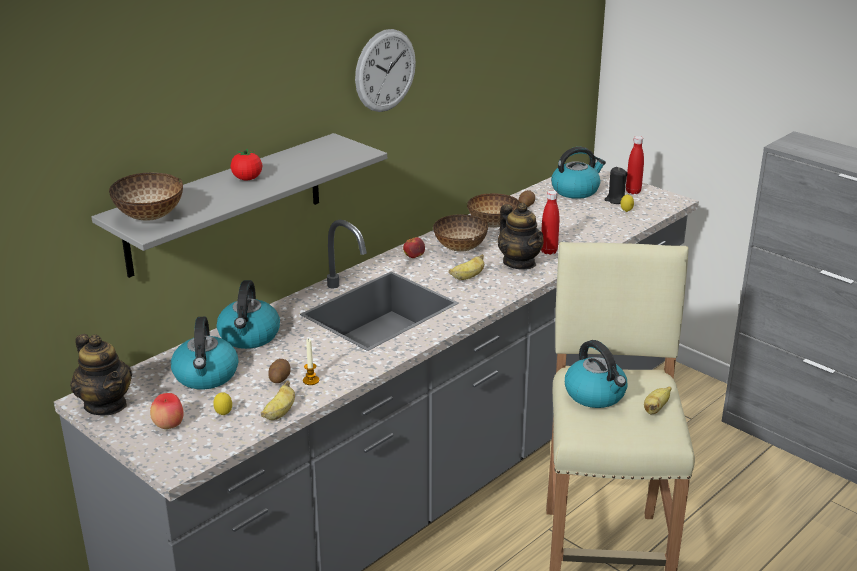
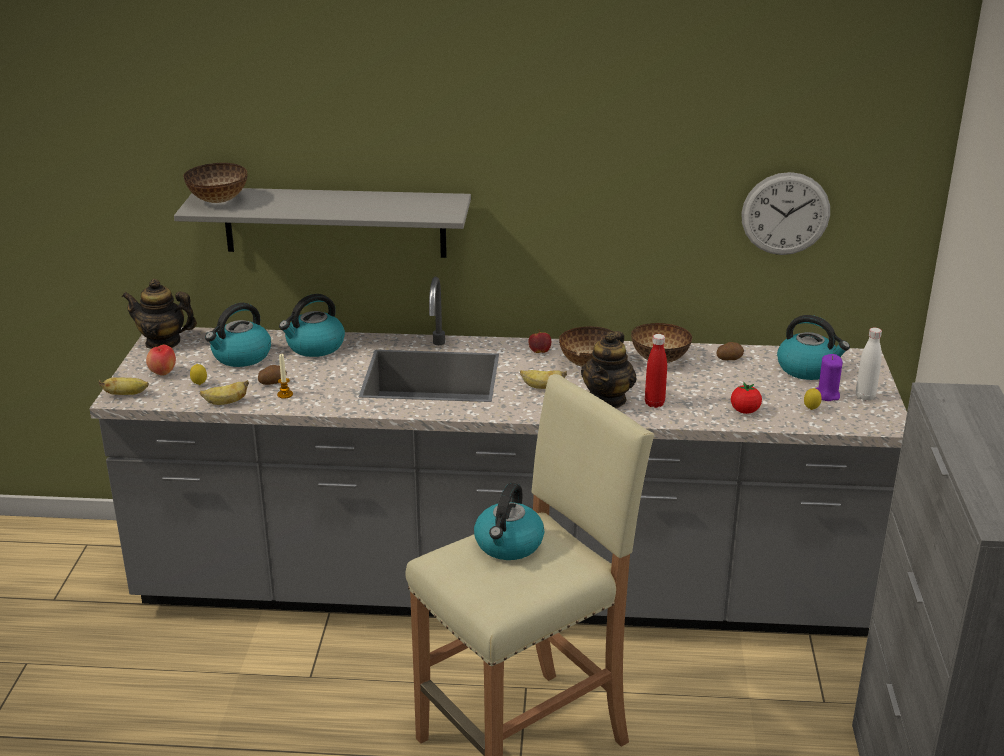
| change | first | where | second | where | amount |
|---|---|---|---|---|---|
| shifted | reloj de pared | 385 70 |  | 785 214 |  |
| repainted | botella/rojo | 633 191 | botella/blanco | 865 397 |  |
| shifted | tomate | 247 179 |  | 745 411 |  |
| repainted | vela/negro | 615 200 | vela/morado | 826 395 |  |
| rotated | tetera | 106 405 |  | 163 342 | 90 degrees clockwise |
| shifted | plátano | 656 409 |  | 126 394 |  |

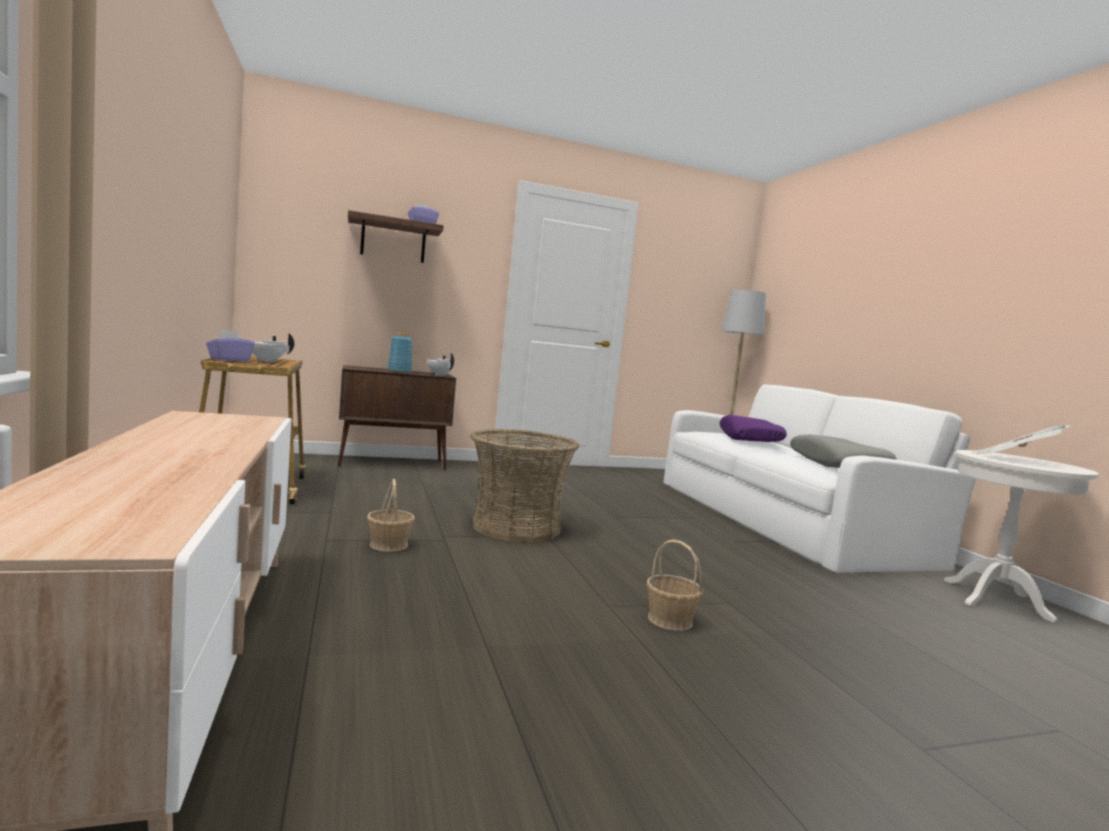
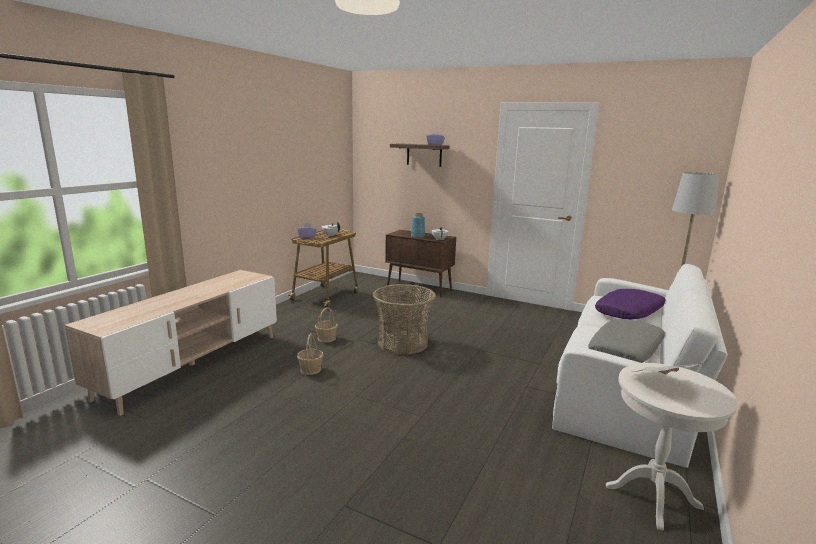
| change | first | where | second | where | amount |
|---|---|---|---|---|---|
| shifted | cesta | 670 620 |  | 310 369 |  |

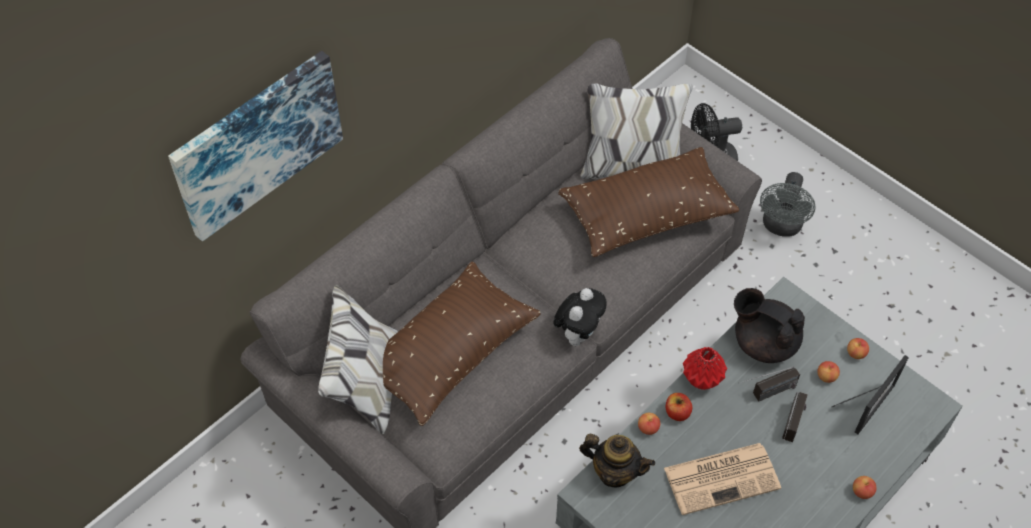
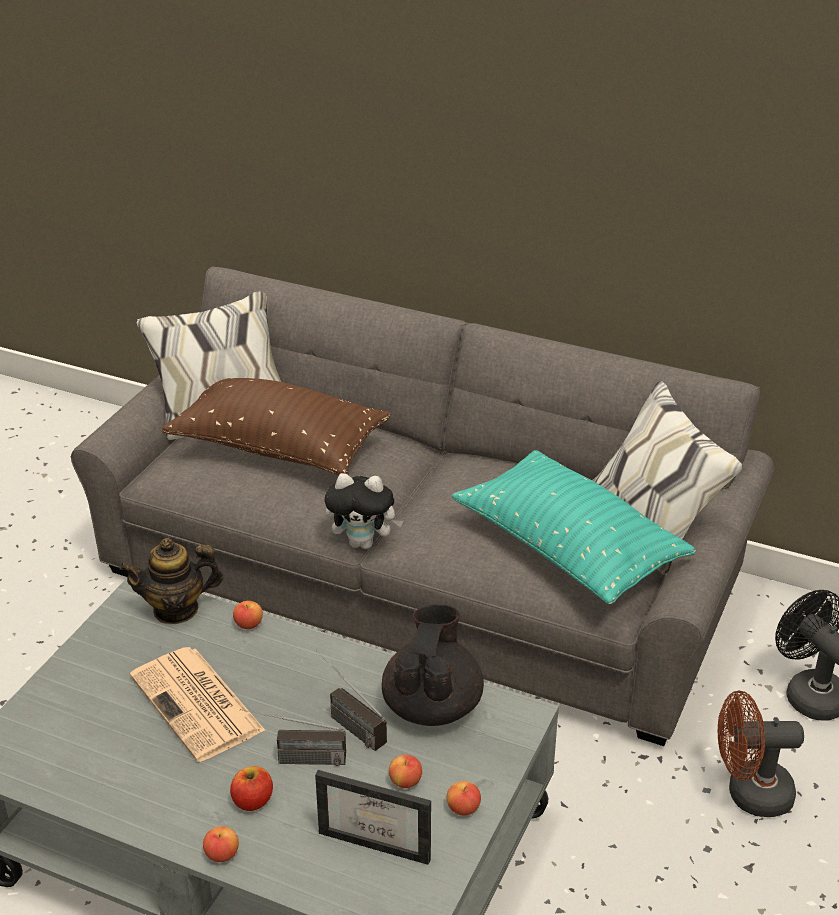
| change | first | where | second | where | amount |
|---|---|---|---|---|---|
| gone | cuadro | 256 143 |  |  |  |
| repainted | cojín/marrón | 646 215 | cojín/turquesa | 568 548 |  |
| repainted | ventilador/gris | 781 227 | ventilador/marrón | 749 794 |  |
| gone | florero/rojo | 701 379 |  |  |  |
| shifted | manzana | 677 412 |  | 252 801 |  |
| rotated | tetera | 615 472 |  | 176 609 | 75 degrees clockwise |

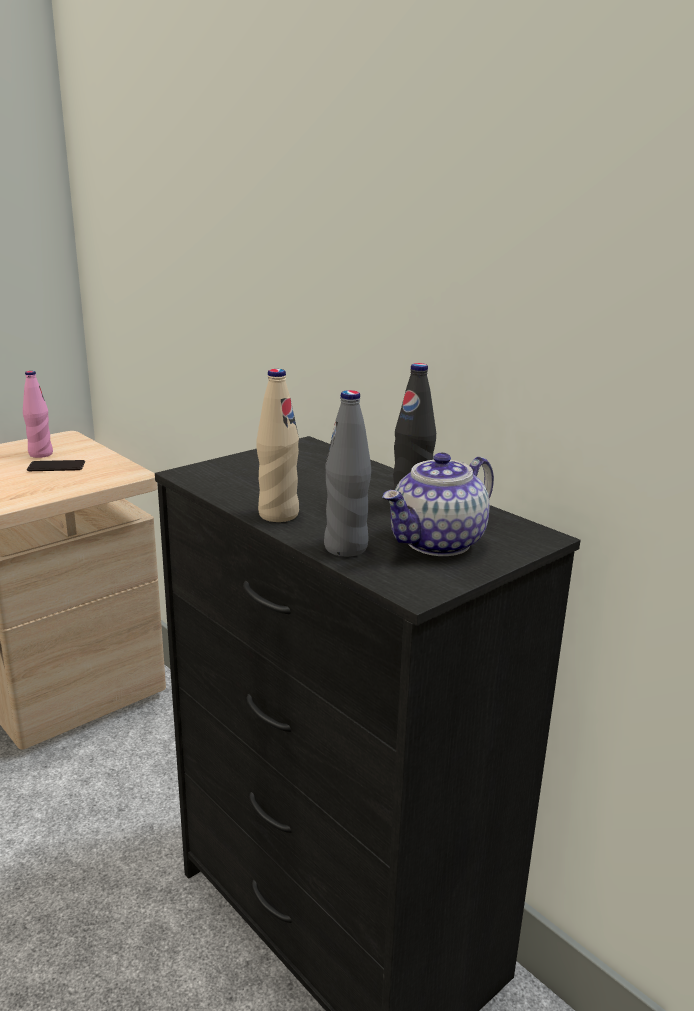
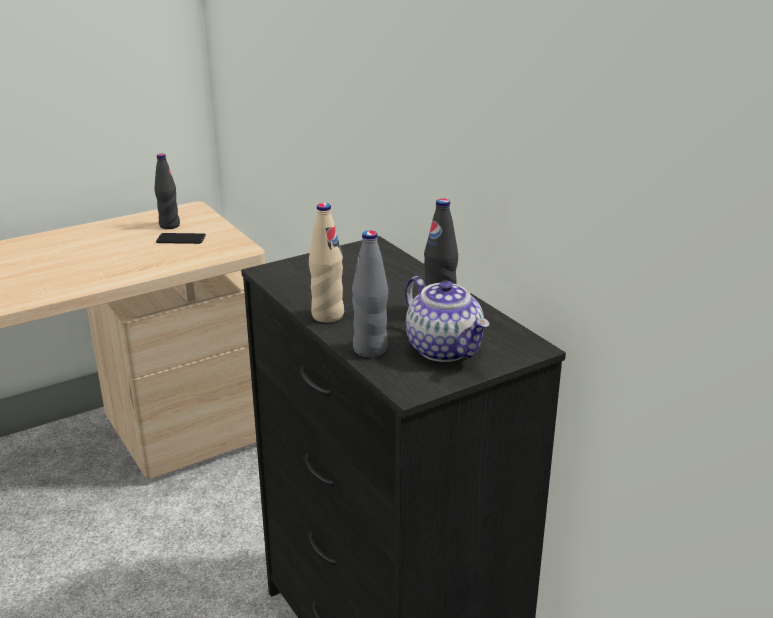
| change | first | where | second | where | amount |
|---|---|---|---|---|---|
| repainted | botella/rosa | 40 454 | botella/negro | 169 225 |  |
| rotated | tetera | 438 543 |  | 445 349 | 90 degrees counterclockwise |

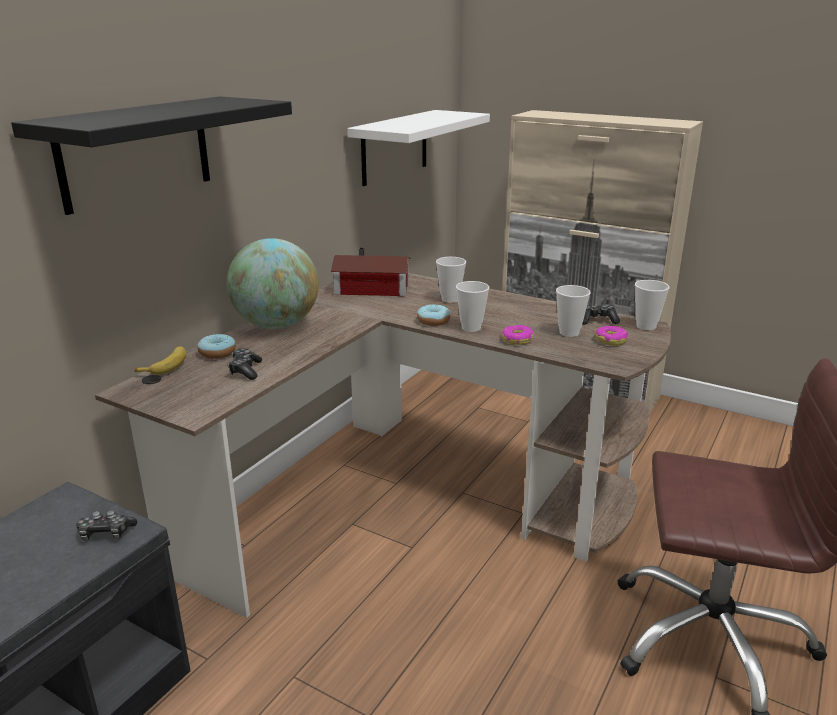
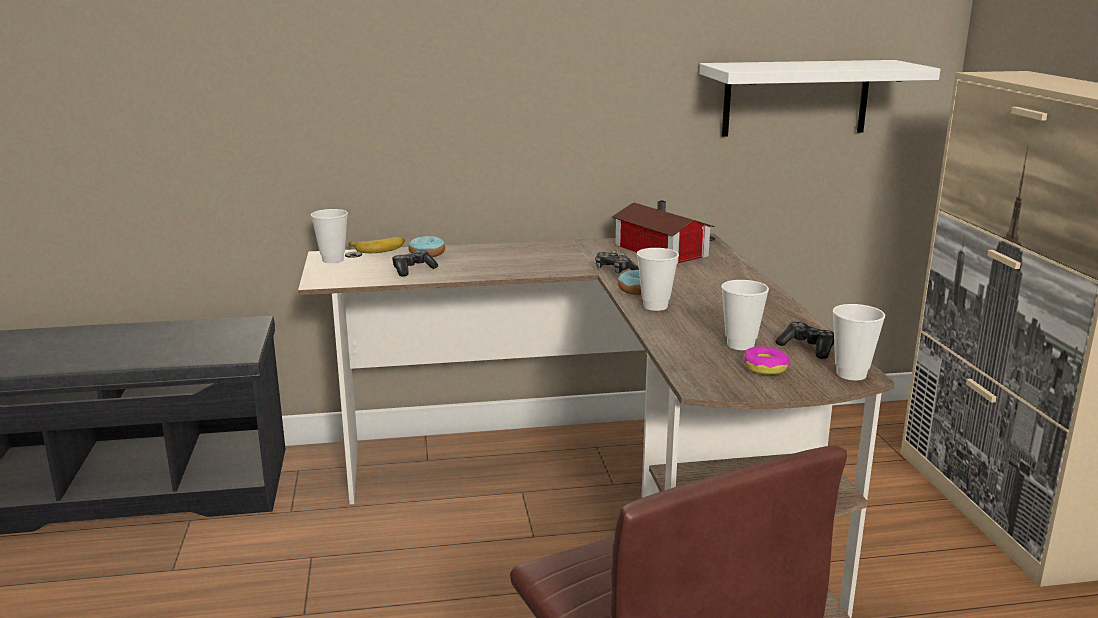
| change | first | where | second | where | amount |
|---|---|---|---|---|---|
| gone | estante/negro | 136 152 |  |  |  |
| gone | globo terráqueo | 276 325 |  |  |  |
| shifted | taza | 450 299 |  | 333 260 |  |
| gone | rosquilla | 517 340 |  |  |  |
| shifted | mando de consola | 106 533 |  | 615 271 |  |

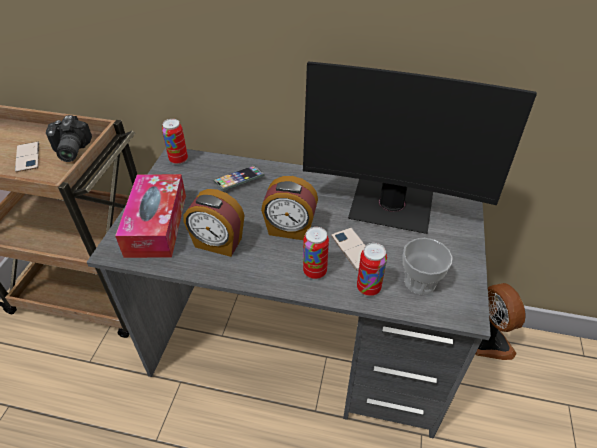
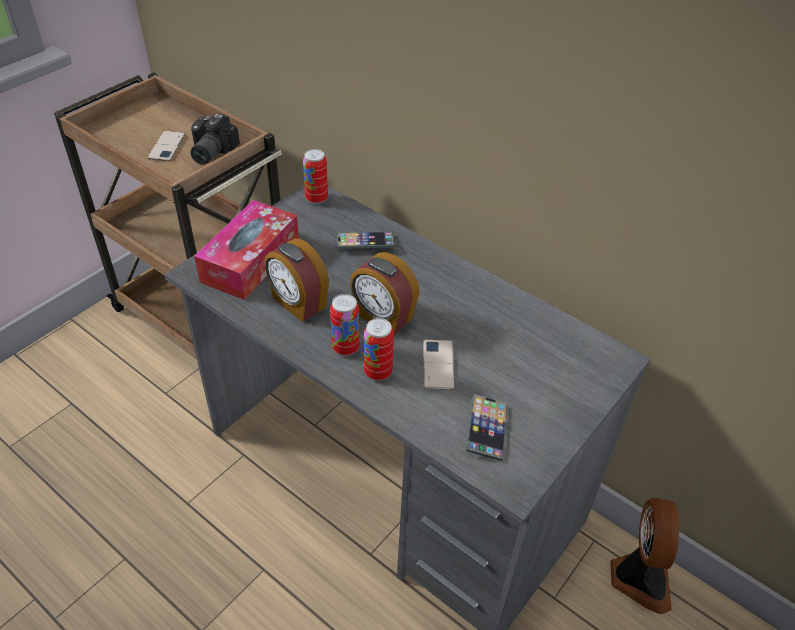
| change | first | where | second | where | amount |
|---|---|---|---|---|---|
| gone | monitor | 391 207 |  |  |  |
| swapped | taza | 420 282 | móvil | 486 430 |  |
| shifted | lata | 368 288 |  | 345 347 |  |

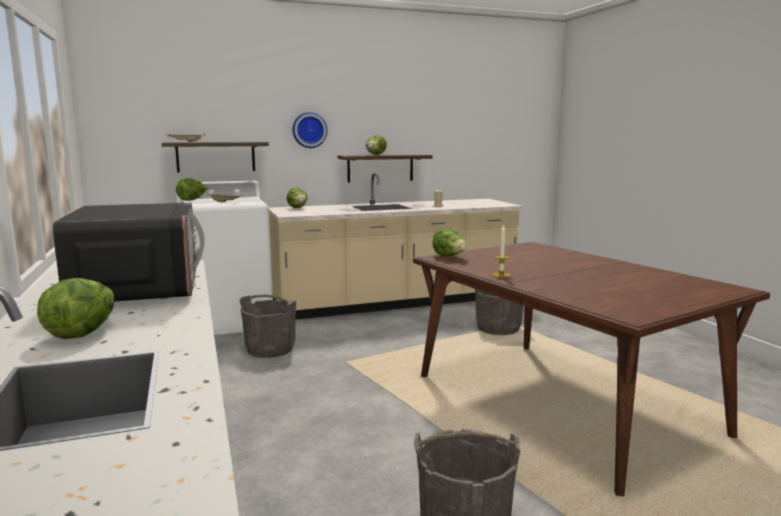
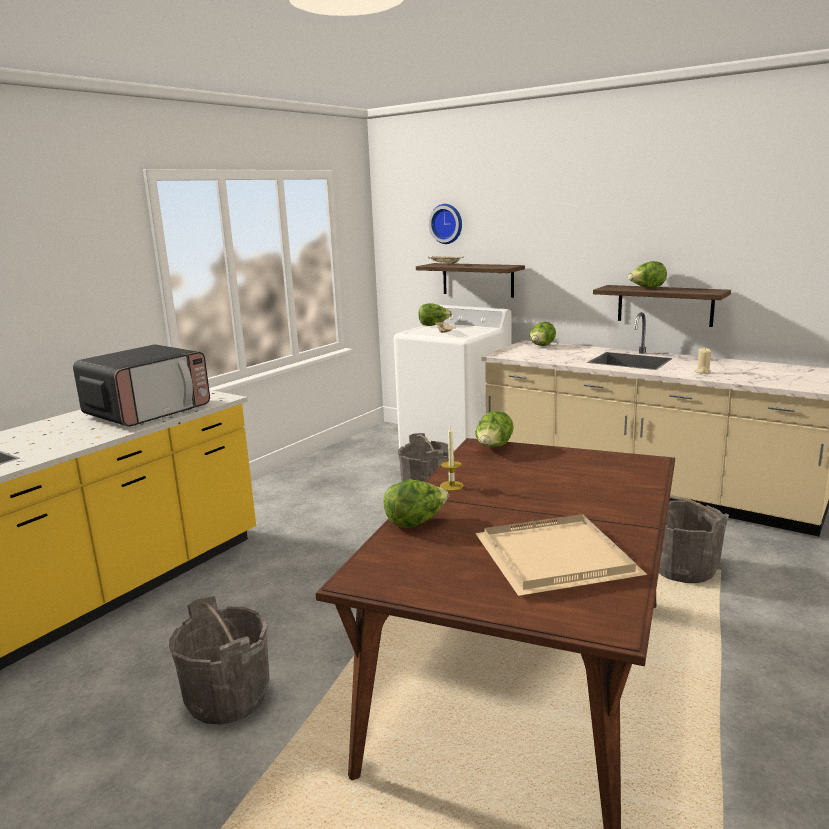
| change | first | where | second | where | amount |
|---|---|---|---|---|---|
| shifted | reloj de pared | 309 130 |  | 447 223 |  |
| shifted | lechuga | 83 332 |  | 415 522 |  |
| new |  |  | bandeja/beis | 552 557 |  |

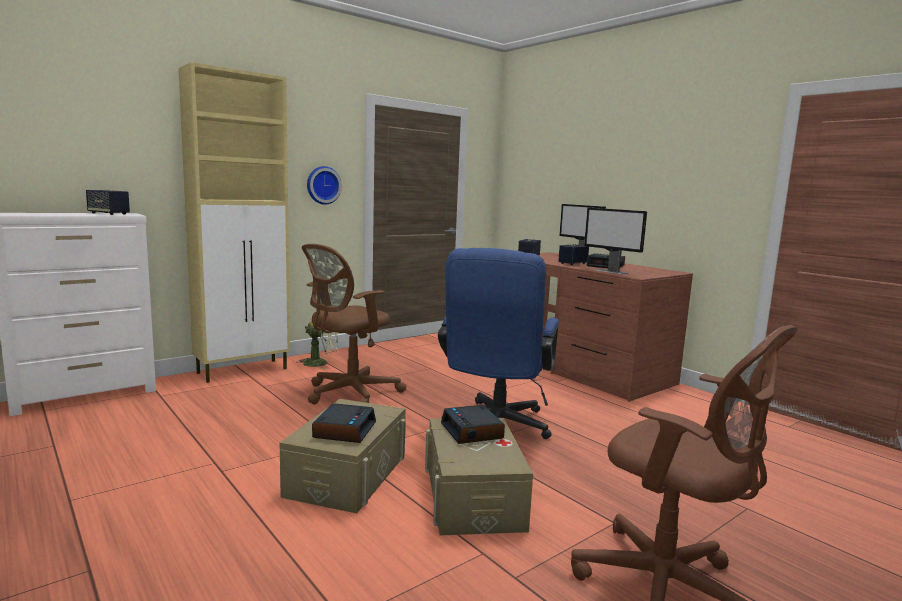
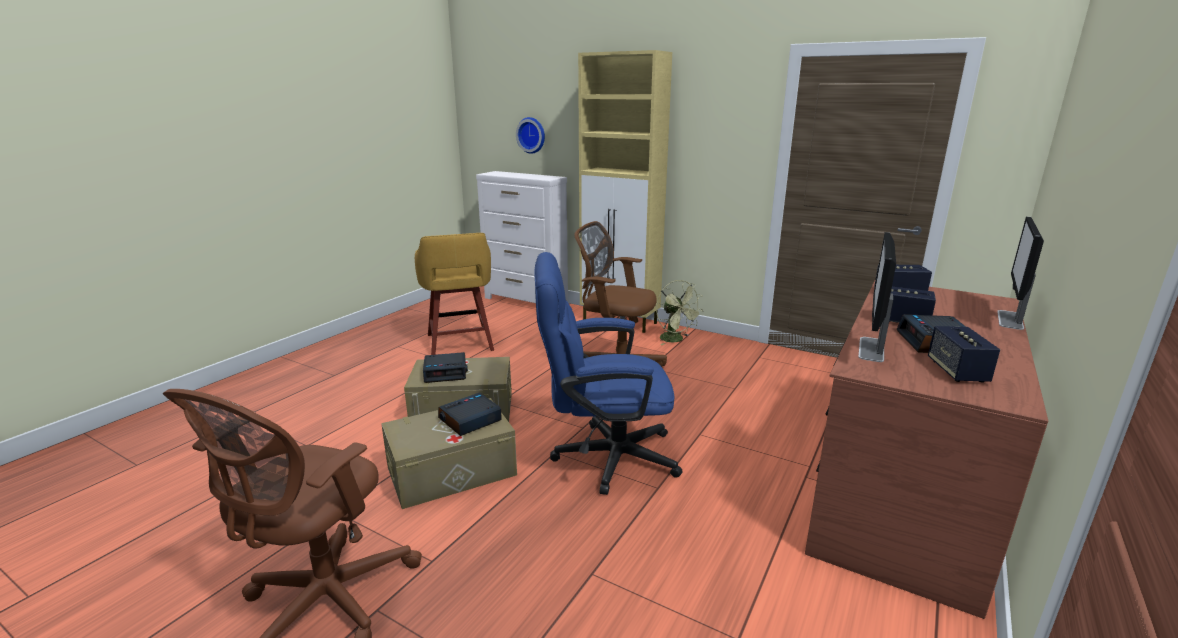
| change | first | where | second | where | amount |
|---|---|---|---|---|---|
| shifted | reloj de pared | 323 185 |  | 532 135 |  |
| shifted | altavoz | 108 214 |  | 957 371 |  |
| new |  |  | taburete/amarillo | 459 343 |  |

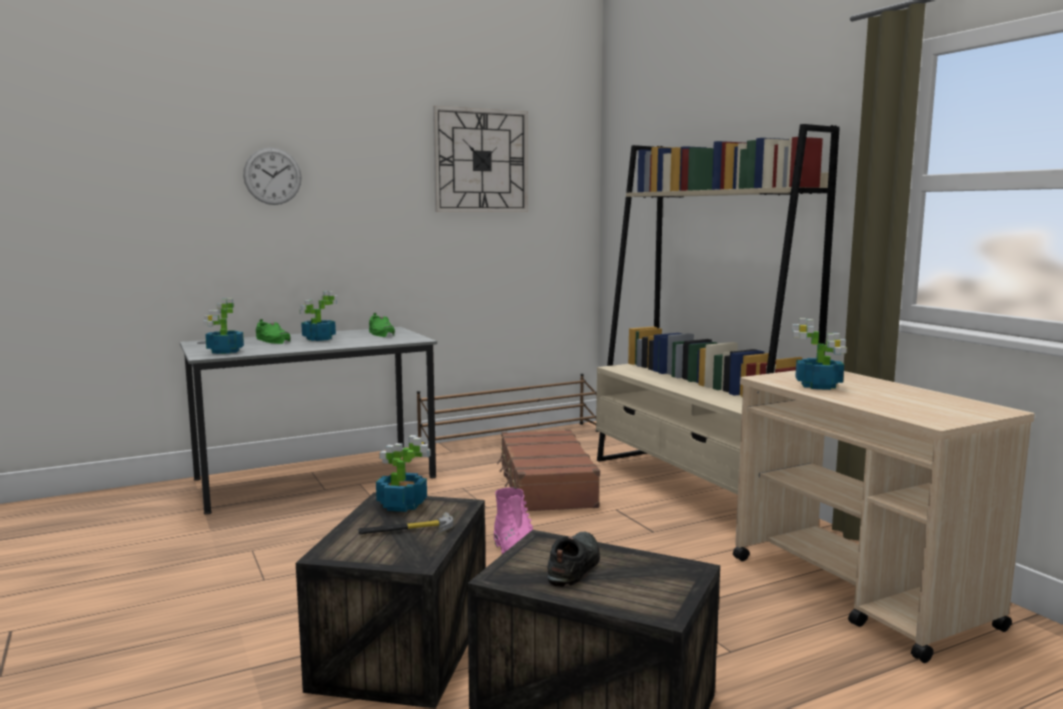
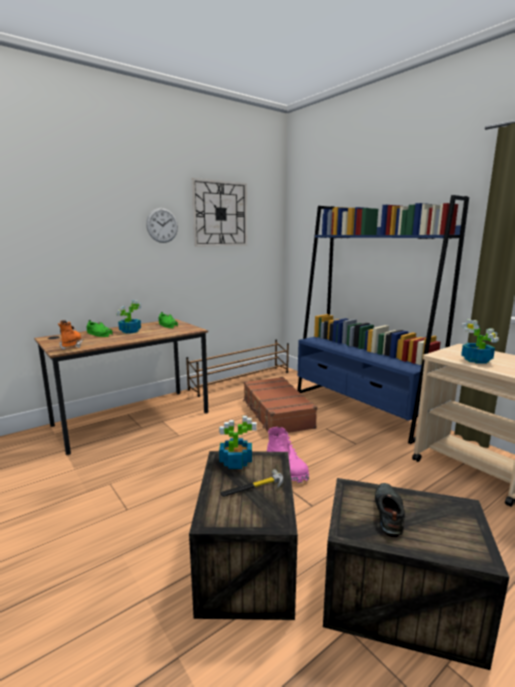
| change | first | where | second | where | amount |
|---|---|---|---|---|---|
| repainted | estantería/beis | 693 488 | estantería/azul | 361 409 |  |
| shifted | reloj de pared | 272 176 |  | 162 225 |  |
| swapped | planta en maceta | 225 351 | bota/naranja | 72 346 |  |
| repainted | escritorio/gris | 315 478 | escritorio/marrón | 132 419 |  |

